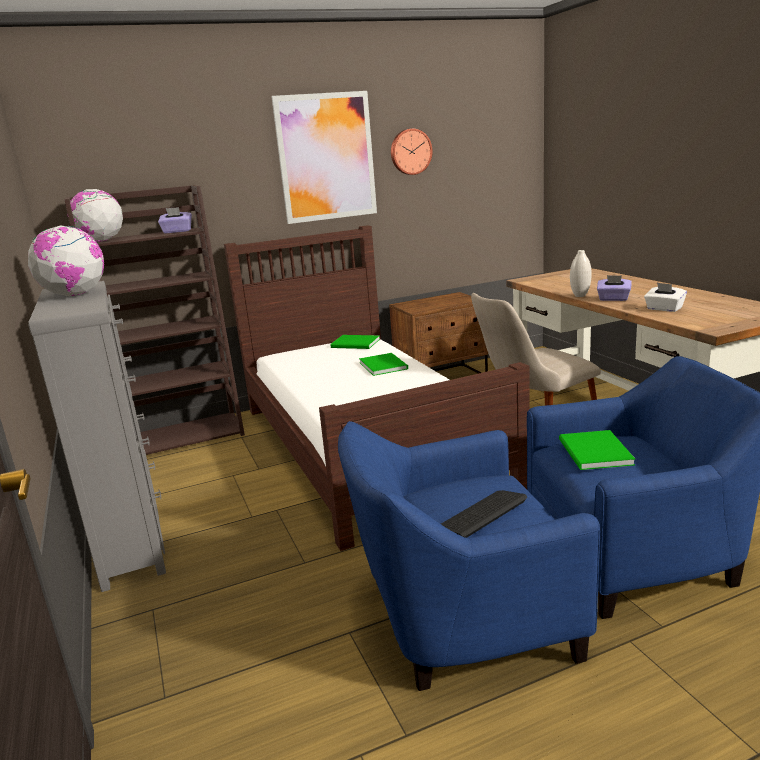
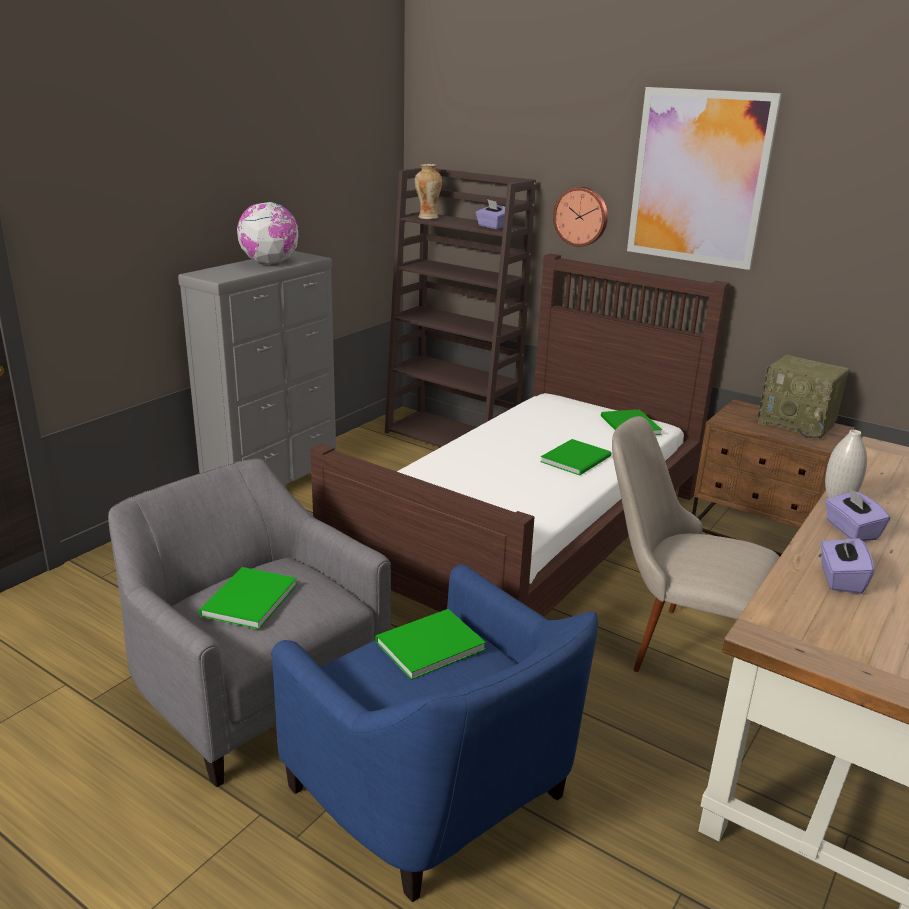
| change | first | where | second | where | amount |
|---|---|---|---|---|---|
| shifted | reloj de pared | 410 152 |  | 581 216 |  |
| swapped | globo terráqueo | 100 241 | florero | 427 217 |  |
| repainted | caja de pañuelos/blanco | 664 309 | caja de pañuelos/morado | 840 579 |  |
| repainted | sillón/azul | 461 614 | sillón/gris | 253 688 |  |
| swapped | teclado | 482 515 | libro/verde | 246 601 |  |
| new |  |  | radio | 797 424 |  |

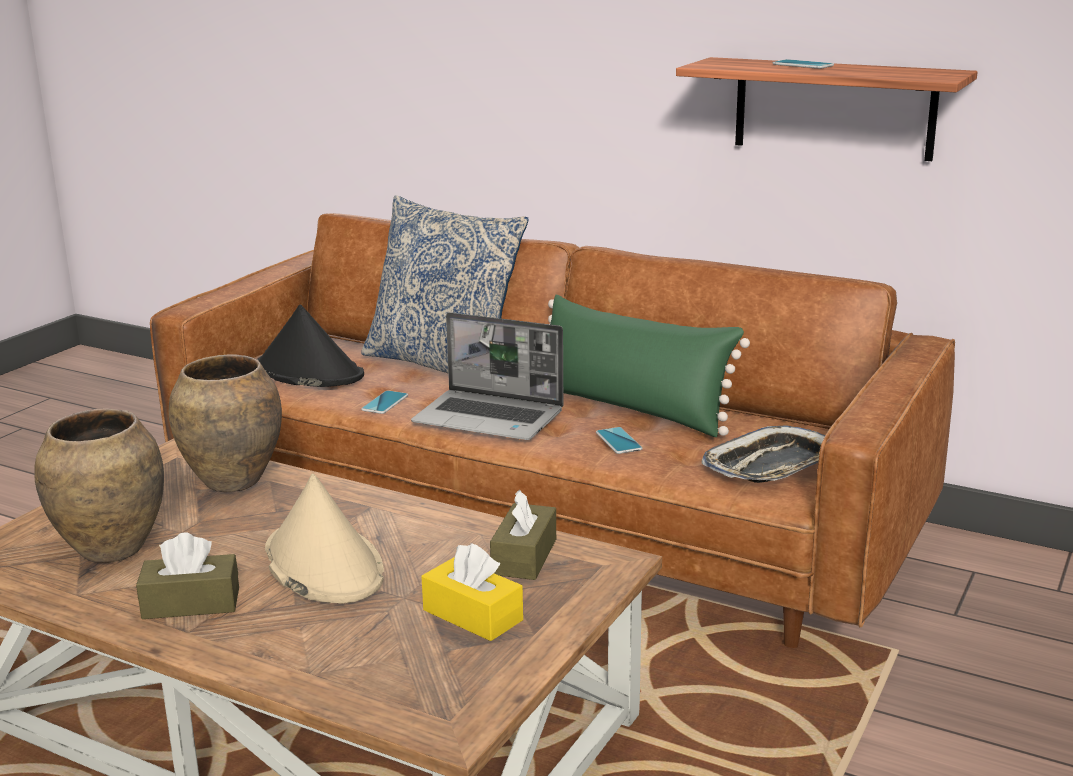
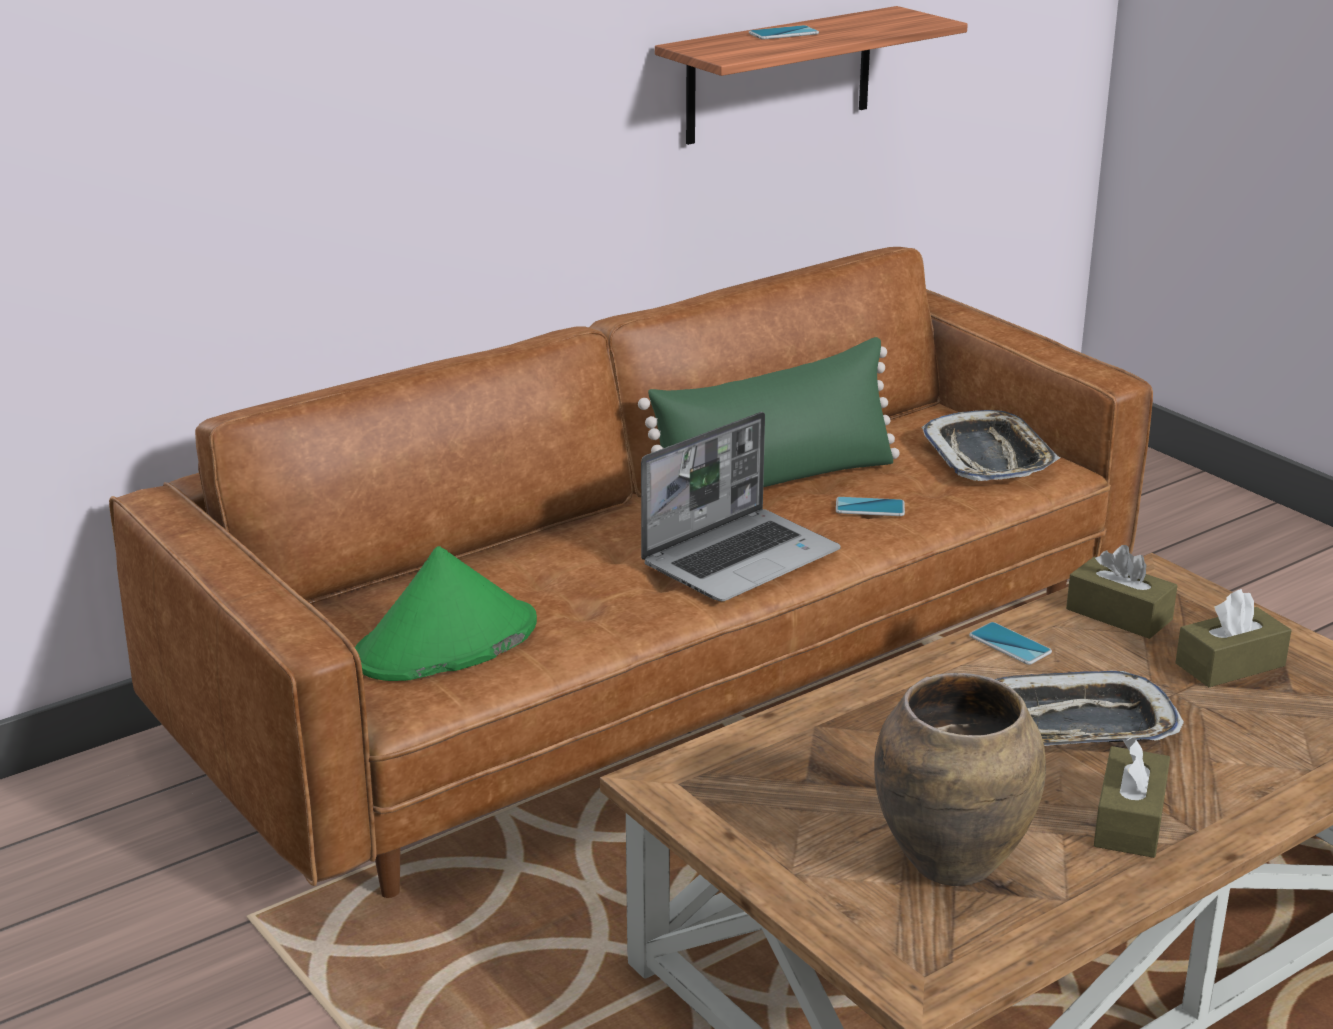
| change | first | where | second | where | amount |
|---|---|---|---|---|---|
| gone | cojín | 444 365 |  |  |  |
| repainted | sombrero/negro | 308 372 | sombrero/verde | 446 643 |  |
| gone | florero/marrón | 231 481 |  |  |  |
| shifted | móvil | 385 403 |  | 1009 644 |  |
| swapped | sombrero/beis | 322 564 | bandeja | 1075 725 |  |
| repainted | caja de pañuelos/amarillo | 472 615 | caja de pañuelos/marrón | 1230 665 |  |

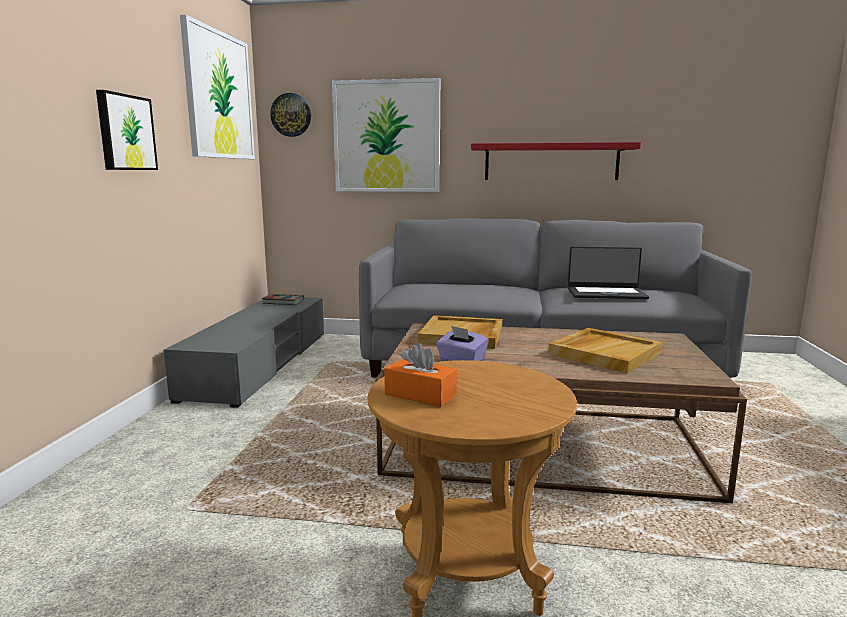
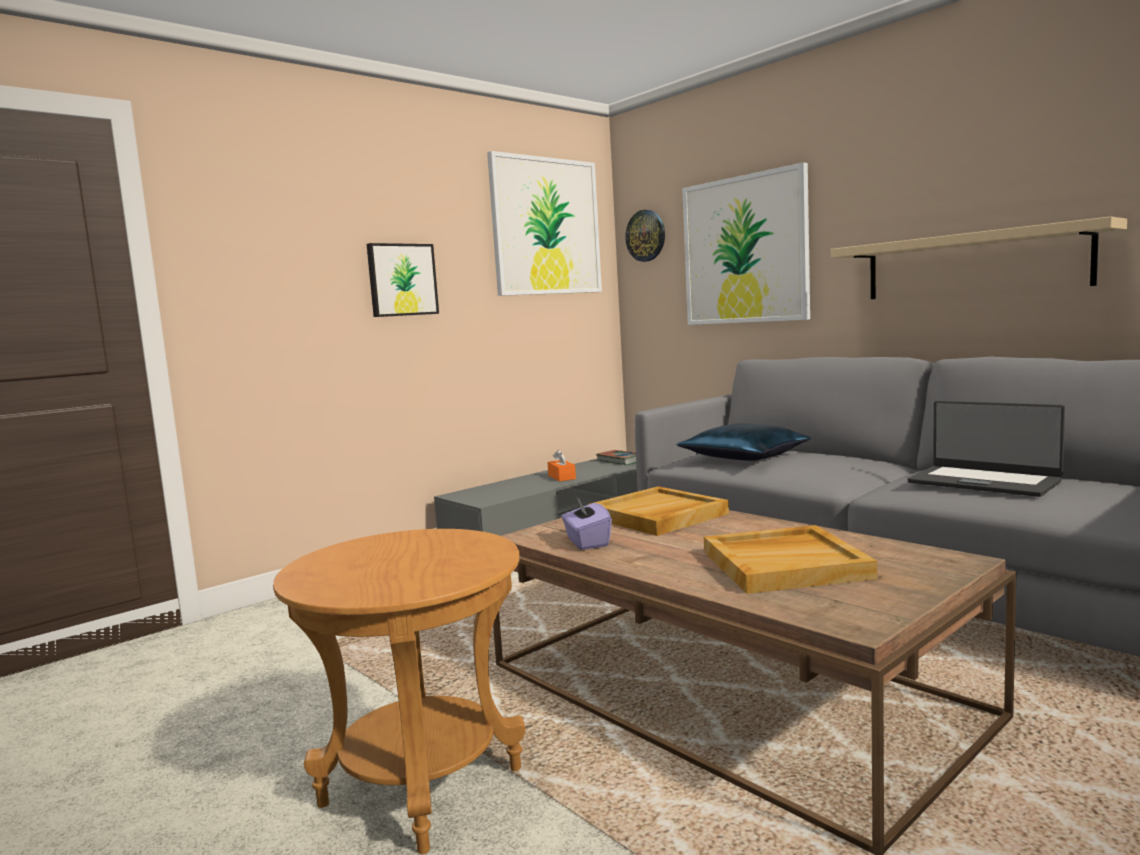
| change | first | where | second | where | amount |
|---|---|---|---|---|---|
| repainted | estante/rojo | 551 162 | estante/beis | 973 264 |  |
| shifted | caja de pañuelos/naranja | 420 395 |  | 561 477 |  |
| new |  |  | cojín/azul | 745 456 |  |

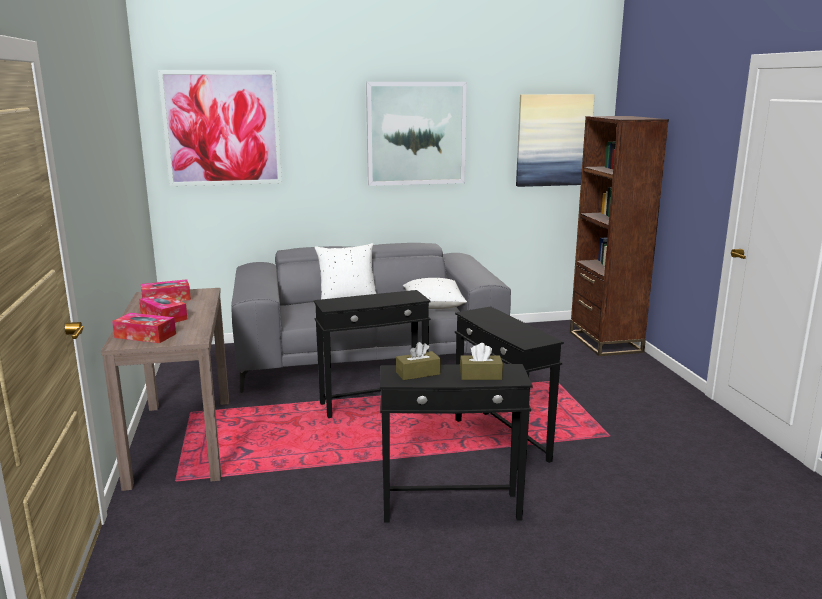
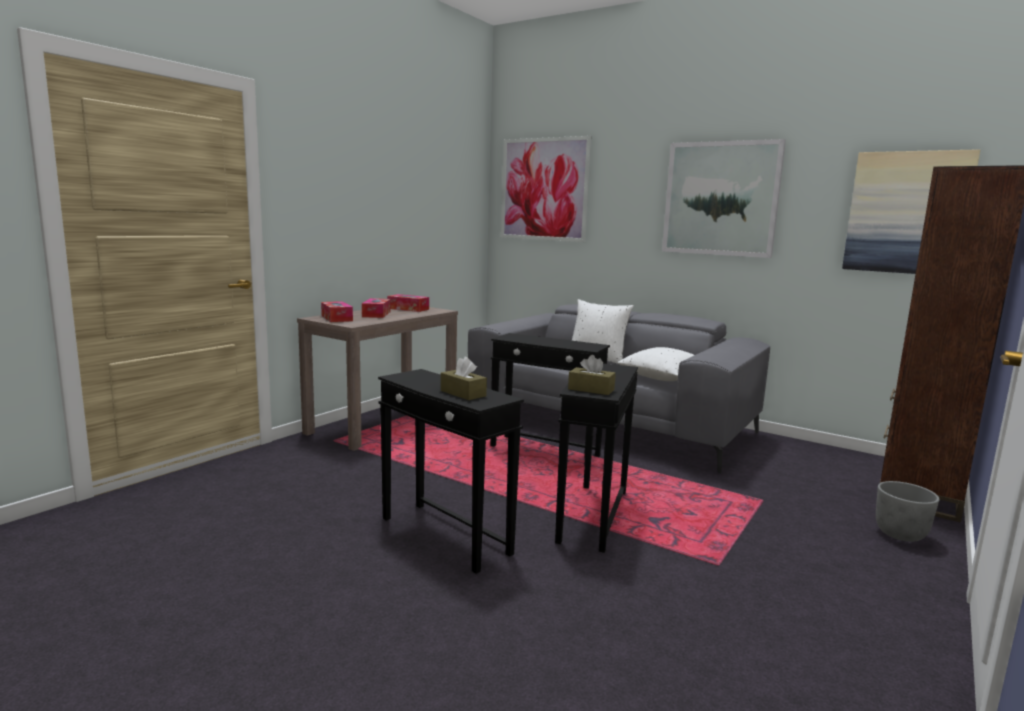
| change | first | where | second | where | amount |
|---|---|---|---|---|---|
| shifted | caja de pañuelos/marrón | 418 373 |  | 591 389 |  |
| new |  |  | maceta/gris | 900 534 |  |

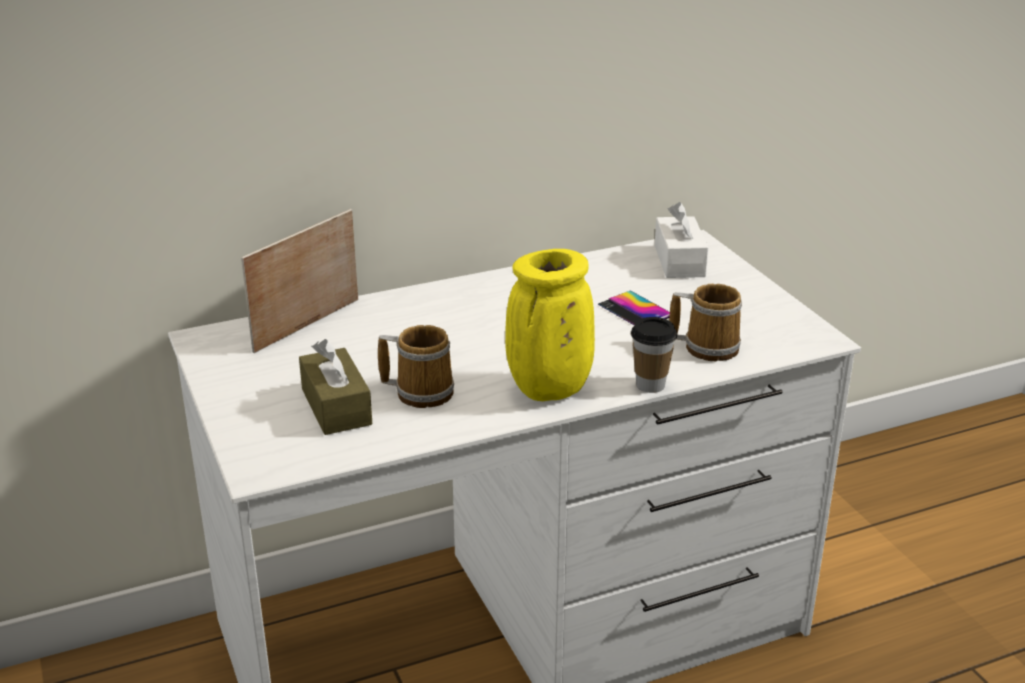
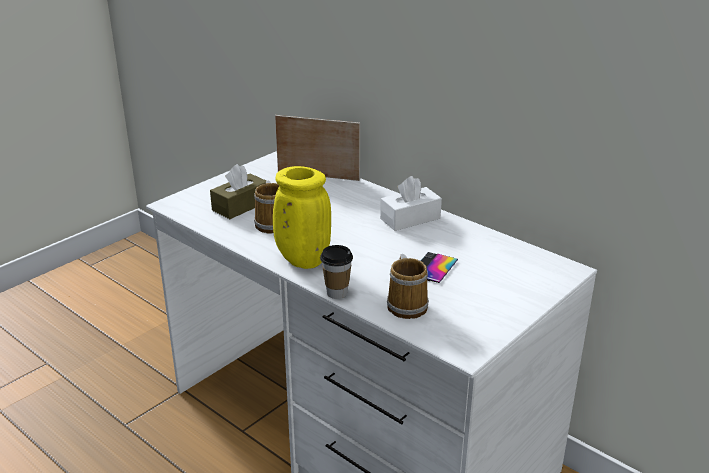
| change | first | where | second | where | amount |
|---|---|---|---|---|---|
| shifted | caja de pañuelos/blanco | 679 261 |  | 410 219 |  |

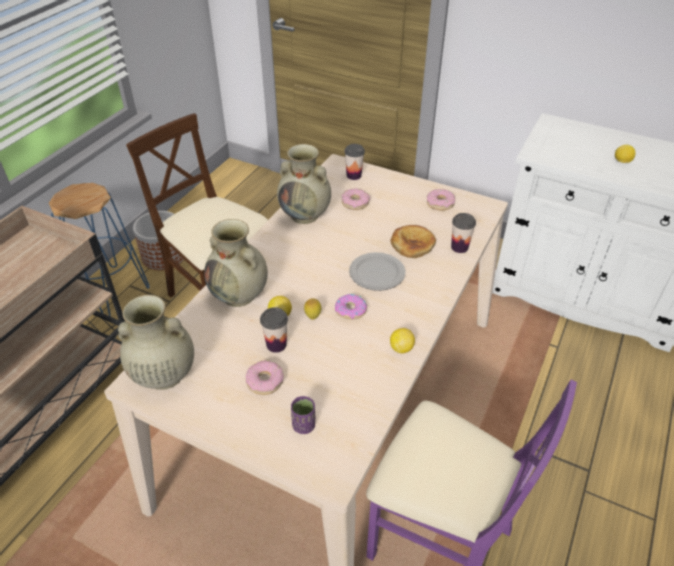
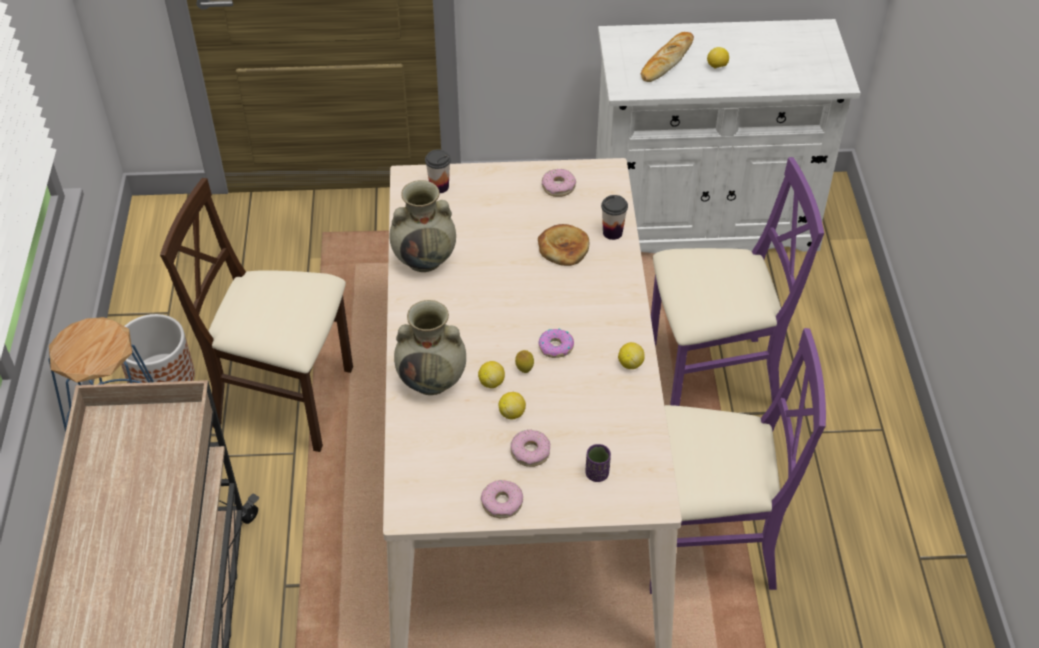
| change | first | where | second | where | amount |
|---|---|---|---|---|---|
| shifted | rosquilla | 355 203 |  | 502 503 |  |
| gone | plato | 376 273 |  |  |  |
| gone | florero/beis | 163 375 |  |  |  |
| swapped | taza | 276 344 | limón | 512 413 |  |
| new |  |  | pan | 666 61 |  |
| new |  |  | silla/morado | 710 377 |  |

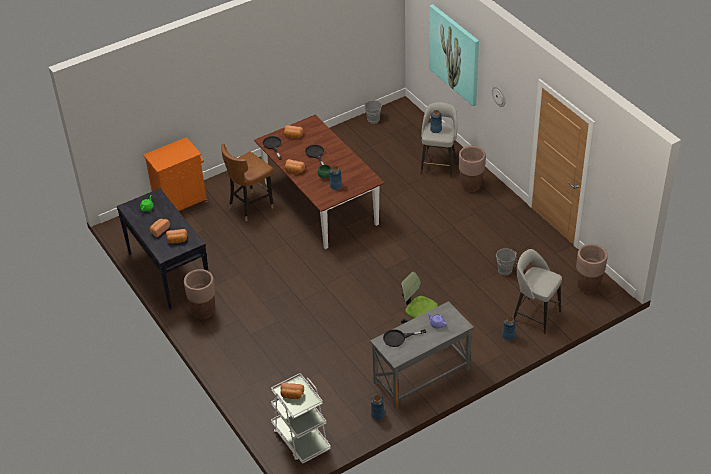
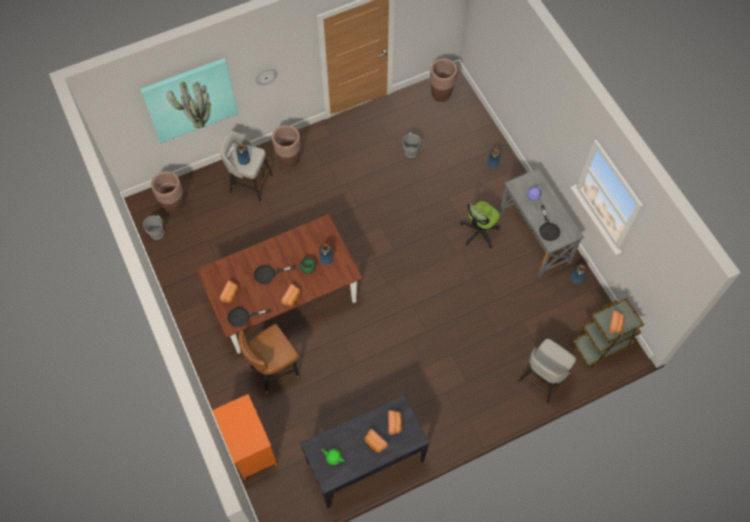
| change | first | where | second | where | amount |
|---|---|---|---|---|---|
| rotated | silla/marrón | 250 206 |  | 274 371 | 90 degrees clockwise |
| shifted | taburete/gris | 535 315 |  | 542 379 |  |
| shifted | maceta/marrón | 204 312 |  | 174 205 |  |
| repainted | carrito/blanco | 301 439 | carrito/marrón | 602 344 |  |

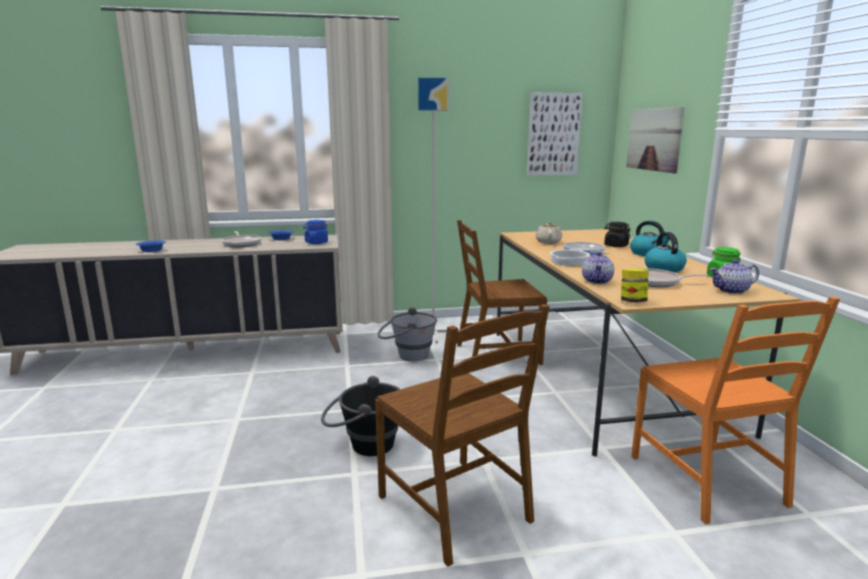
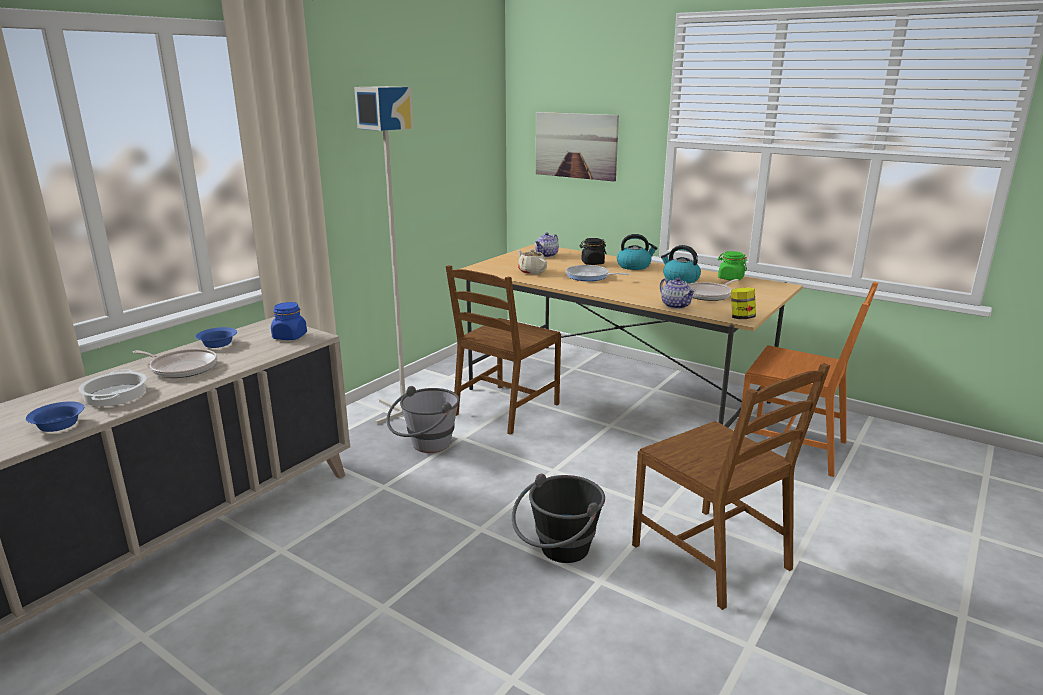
| change | first | where | second | where | amount |
|---|---|---|---|---|---|
| gone | cuadro | 553 134 |  |  |  |
| shifted | olla | 568 261 |  | 115 394 |  |
| shifted | tetera | 731 291 |  | 547 255 |  |
| rotated | silla/marrón | 456 508 |  | 713 556 | 45 degrees clockwise |

